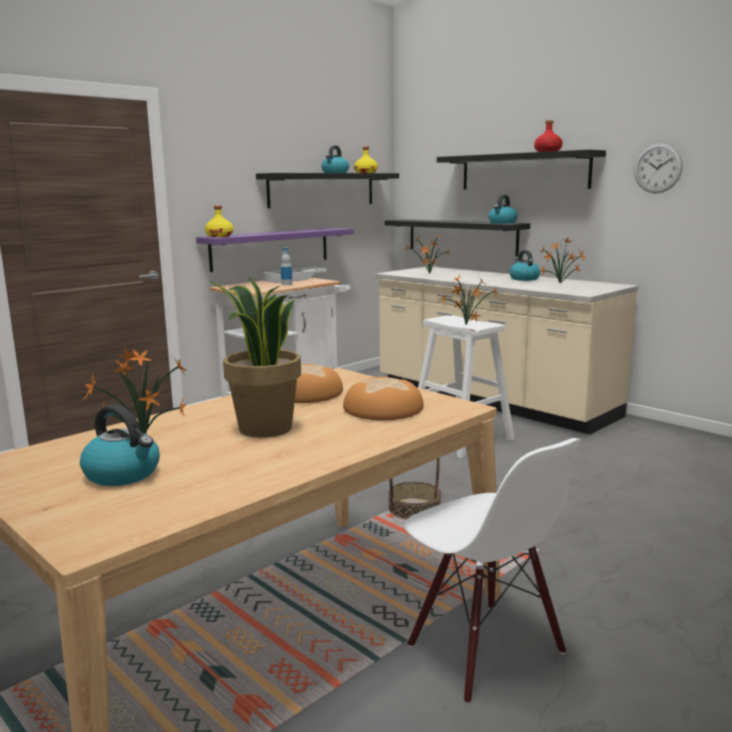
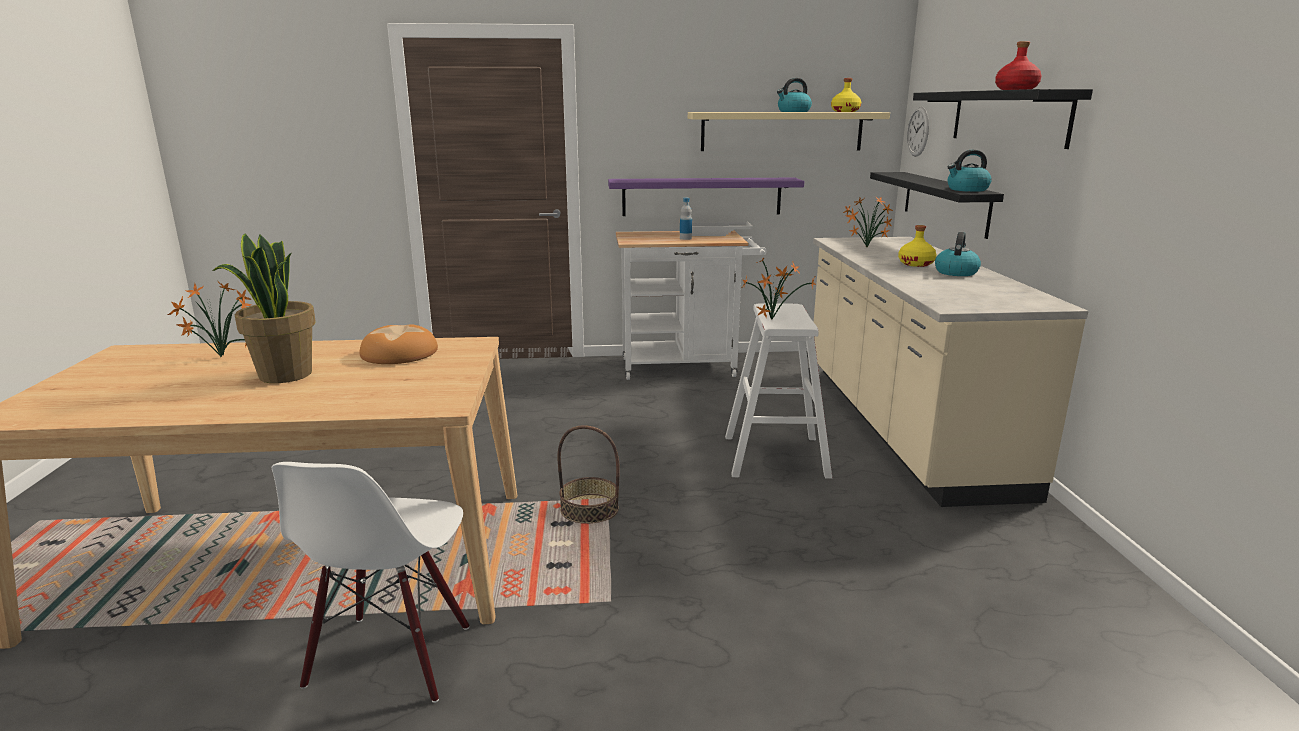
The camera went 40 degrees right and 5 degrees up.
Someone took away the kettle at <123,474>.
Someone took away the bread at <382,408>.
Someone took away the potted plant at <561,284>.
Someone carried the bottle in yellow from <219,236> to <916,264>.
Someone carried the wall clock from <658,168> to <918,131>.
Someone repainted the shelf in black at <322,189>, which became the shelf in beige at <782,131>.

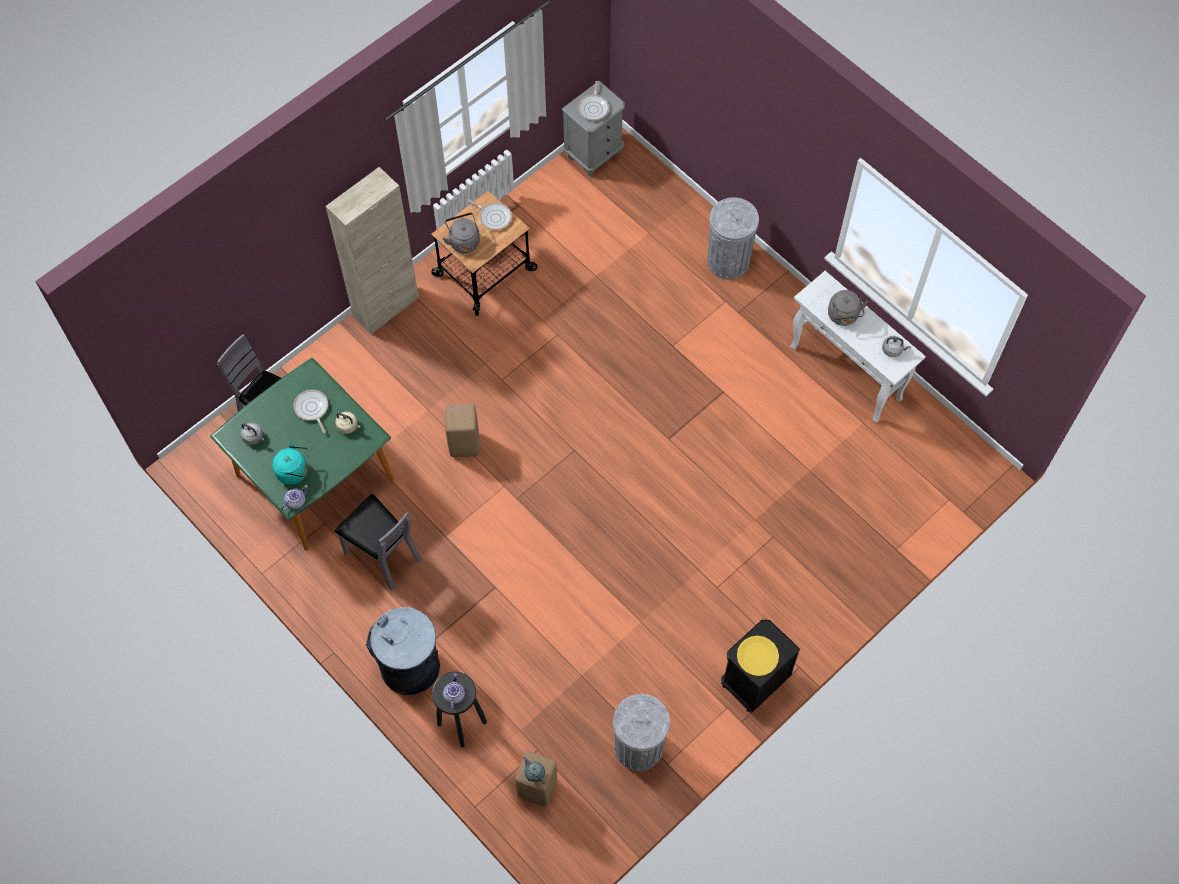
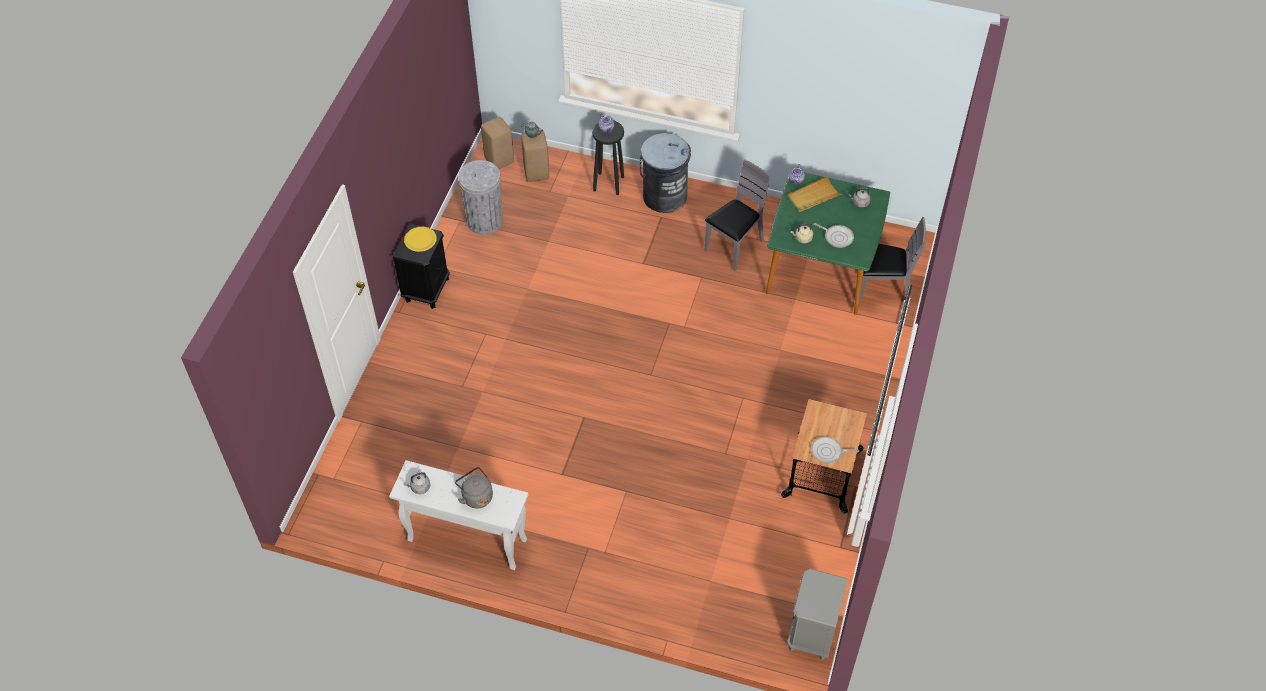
The camera went 150 degrees right and 10 degrees down.
Someone took away the cabinet in beige at <386,307>.
Someone took away the kettle in grey at <463,241>.
Someone took away the frying pan at <594,107>.
Someone took away the trash can in grey at <728,261>.
Someone carried the stool in beige from <463,444> to <500,160>.
Someone swapped the kettle in turquoise at <294,471> for the tray in beige at <813,196>.
Someone rotated the chair in grey at <383,555> by 120 degrees clockwise.

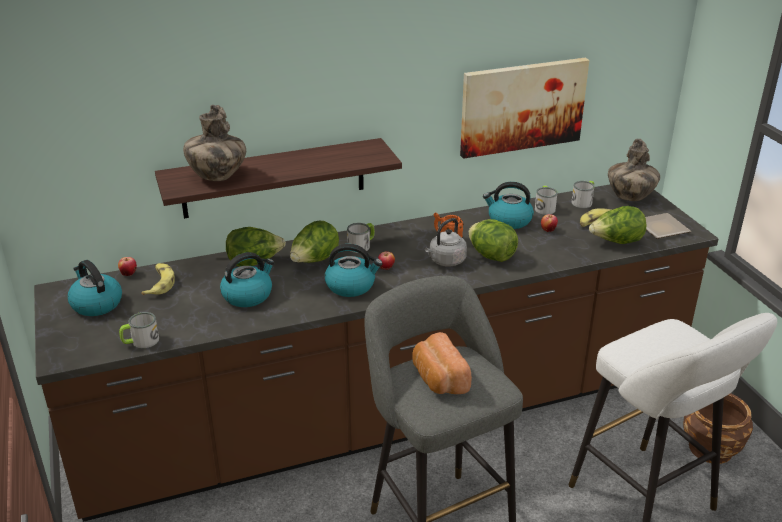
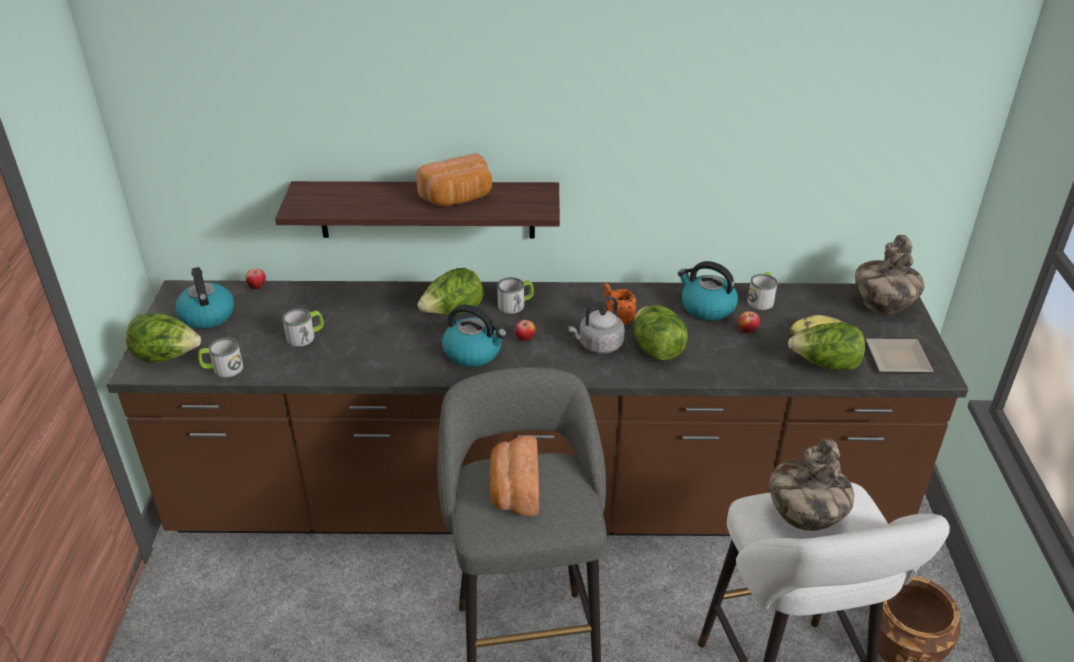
The camera went 20 degrees right and 5 degrees up.
Someone took away the banana at <159,284>.
Someone took away the kettle at <248,295>.
Someone took away the picture at <522,106>.
Someone put down the bread at <458,199>.
Someone carried the vase from <217,177> to <804,517>.
Someone carried the lettuce from <254,262> to <167,357>.
Someone carried the mug from <583,201> to <305,336>.

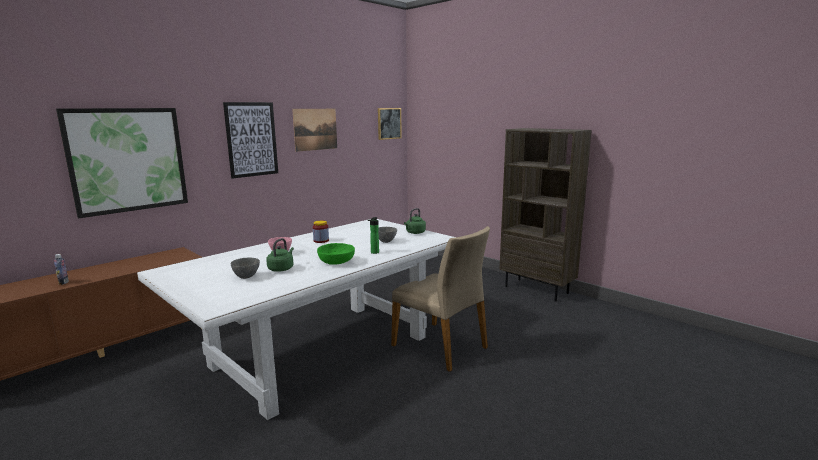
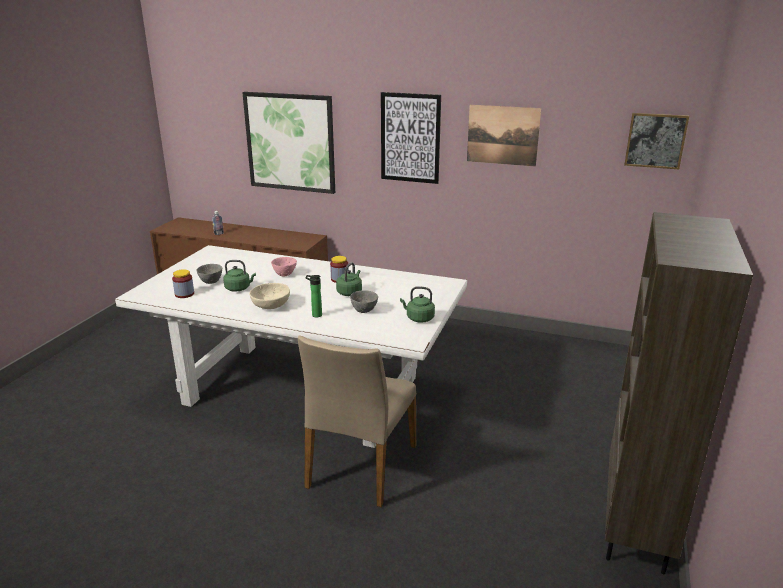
The camera went 65 degrees right and 10 degrees up.
Someone put down the jar at <184,294>.
Someone put down the kettle in green at <350,292>.
Someone repainted the bowl in green at <336,262>, which became the bowl in beige at <270,305>.

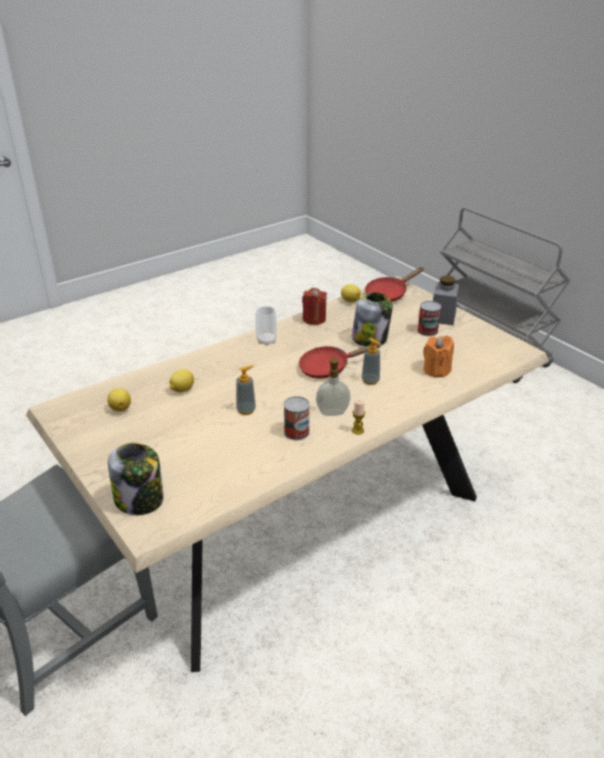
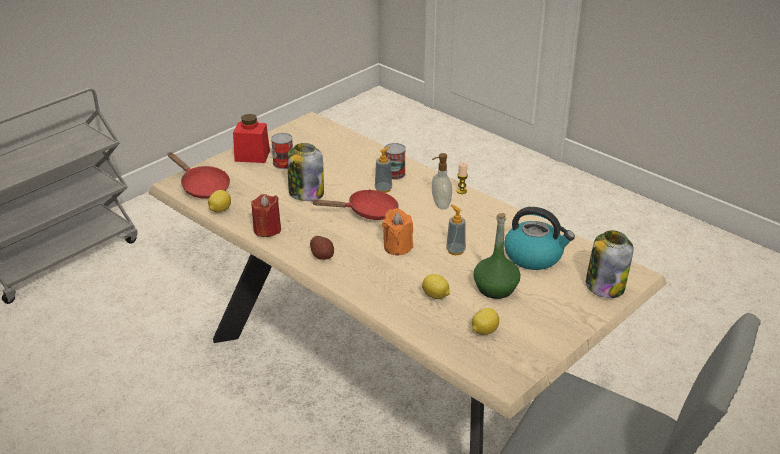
The camera went 100 degrees left and 0 degrees up.
Someone put down the bottle in green at <495,288>.
Someone put down the kettle at <534,256>.
Someone carried the can from <296,432> to <394,174>.
Someone carried the candle in orange from <436,370> to <397,247>.
Someone swapped the cup at <266,341> for the potato at <322,255>.
Someone repainted the jar in grey at <442,316>, which became the jar in red at <252,156>.
Someone rotated the frying pan in red at <329,368> by 75 degrees counterclockwise.

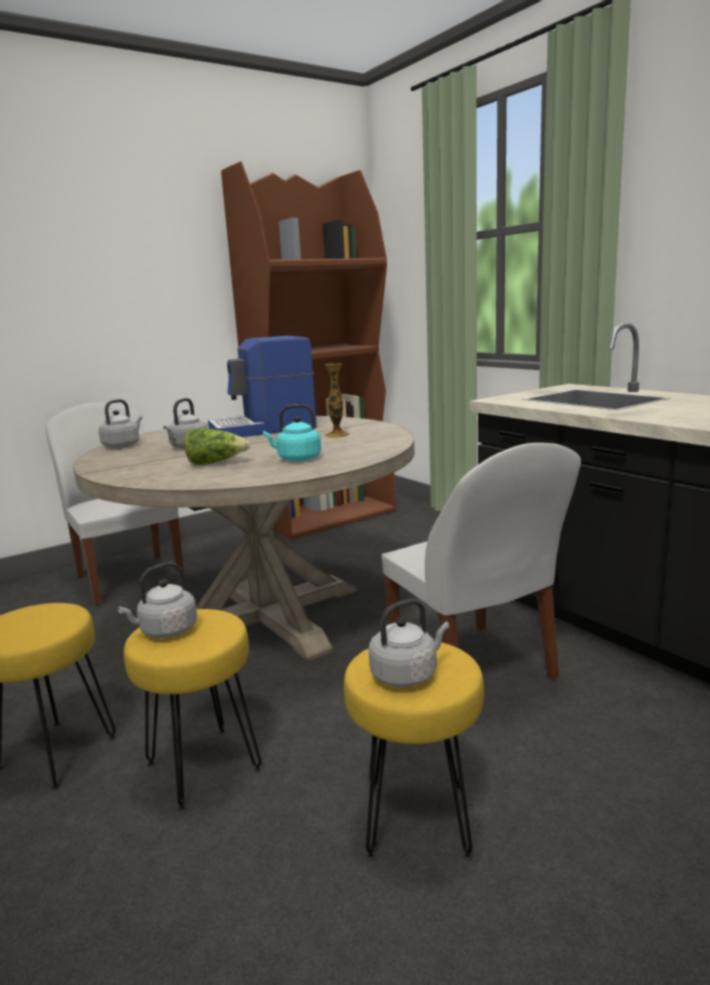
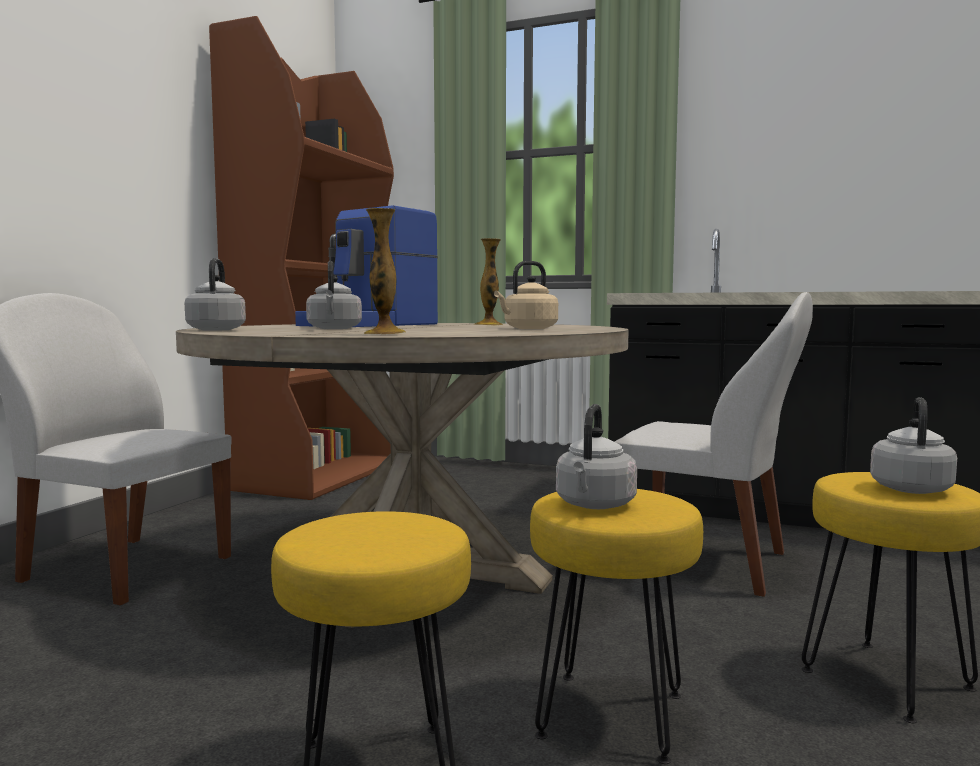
The camera went 35 degrees left and 10 degrees down.
Someone took away the lettuce at <215,463>.
Someone put down the vase at <385,333>.
Someone repainted the kettle in turquoise at <296,459>, which became the kettle in beige at <528,328>.

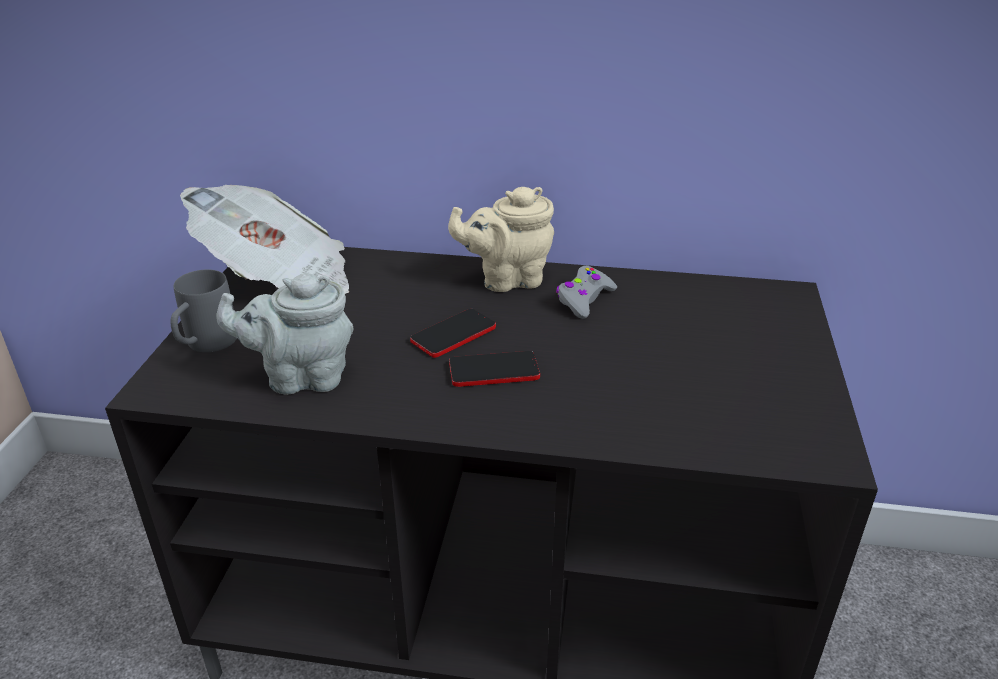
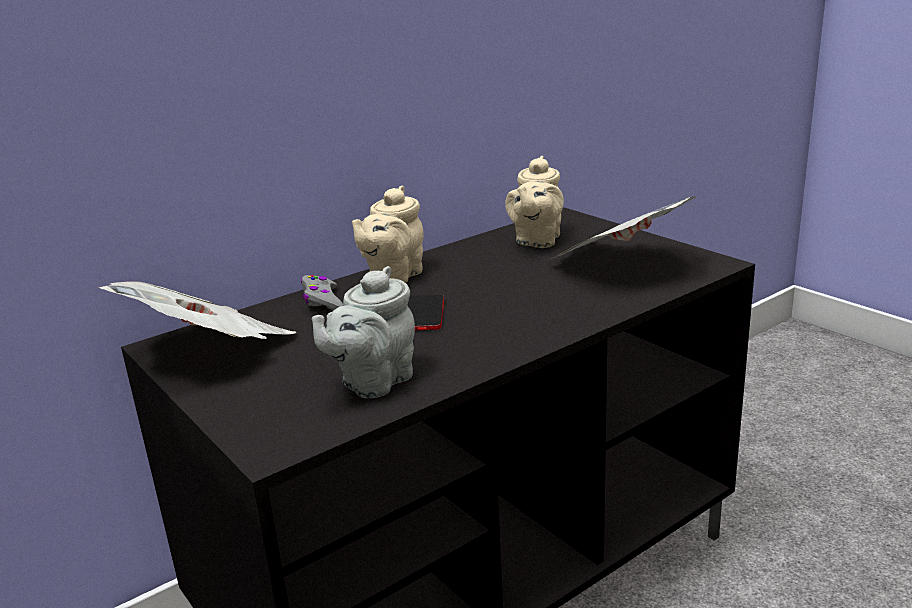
The camera went 45 degrees left and 10 degrees down.
Someone took away the mug in grey at <205,345>.
Someone took away the phone at <494,371>.
Someone put down the teapot in beige at <536,241>.
Someone put down the newspaper at <619,265>.
Someone carried the game controller in grey from <584,299> to <322,300>.

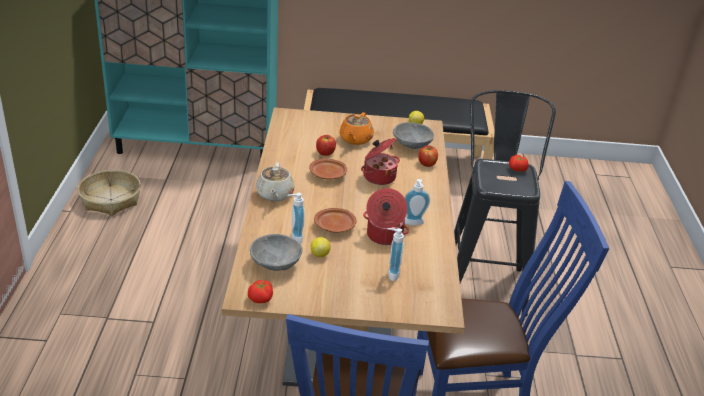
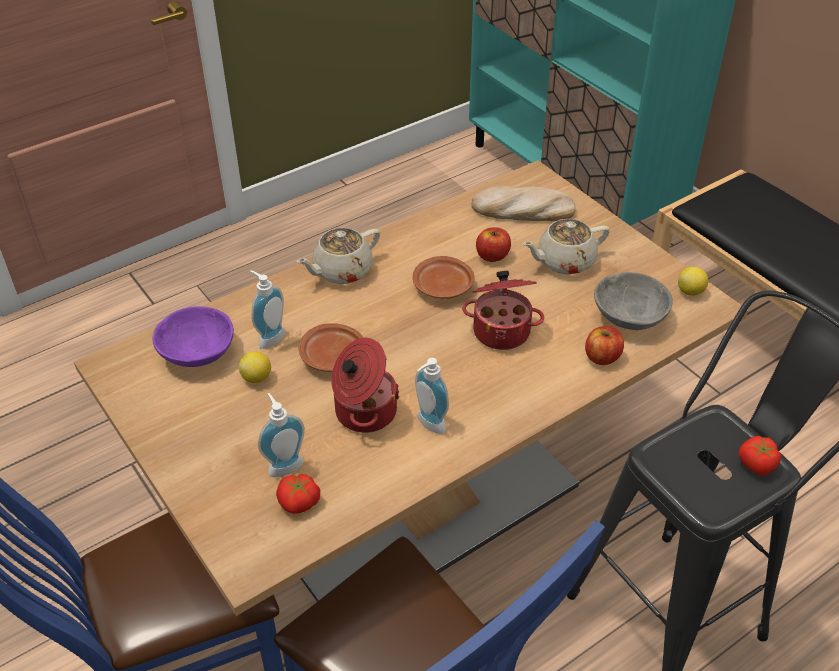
The camera went 55 degrees right and 10 degrees up.
Someone took away the basket at <110,200>.
Someone put down the bread at <522,210>.
Someone carried the tomato from <261,298> to <299,502>.
Someone repainted the bowl in grey at <275,265>, which became the bowl in purple at <196,353>.
Someone repainted the teapot in orange at <355,139>, which became the teapot in beige at <564,261>.

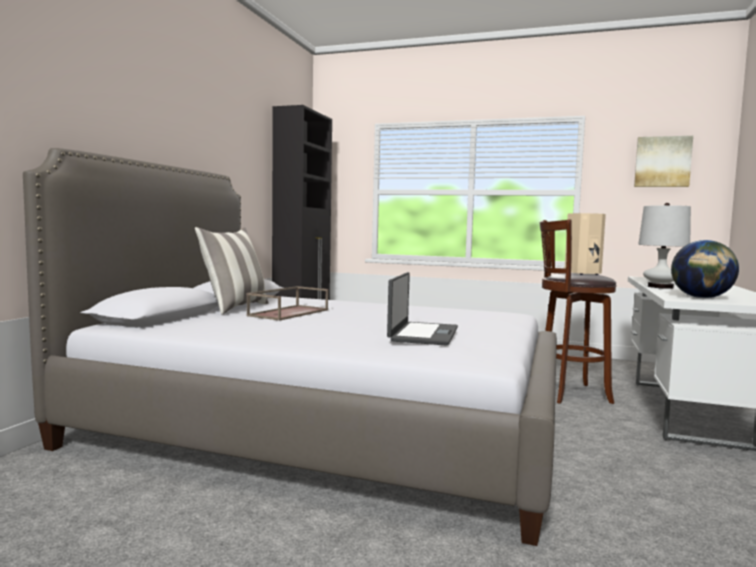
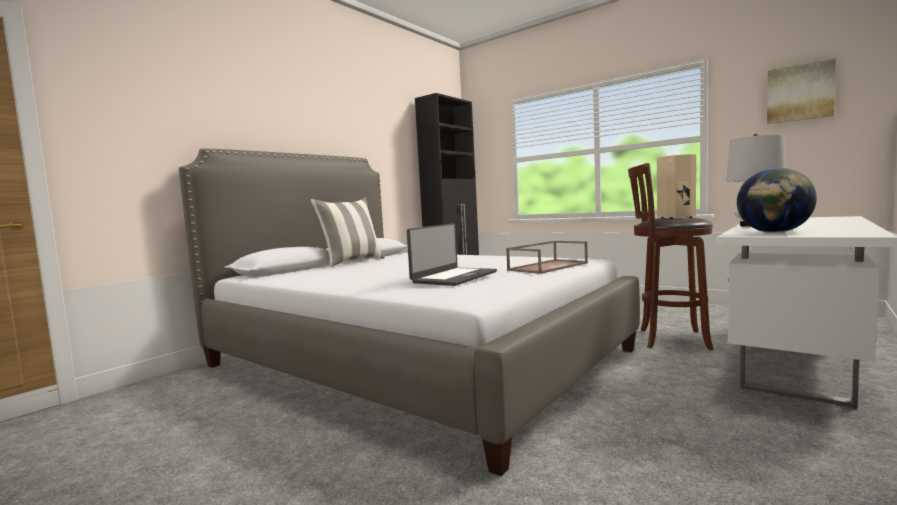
The camera went 20 degrees right and 0 degrees up.
Someone carried the tray in brown from <288,312> to <548,266>.

